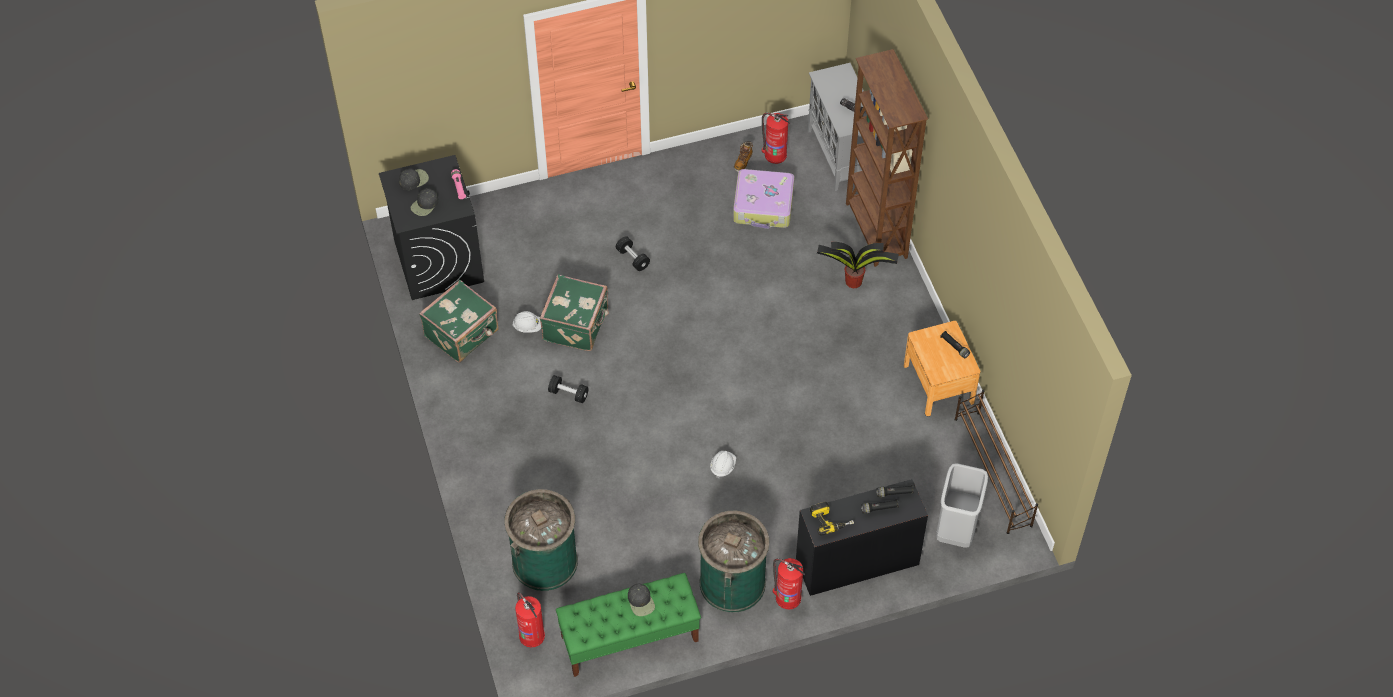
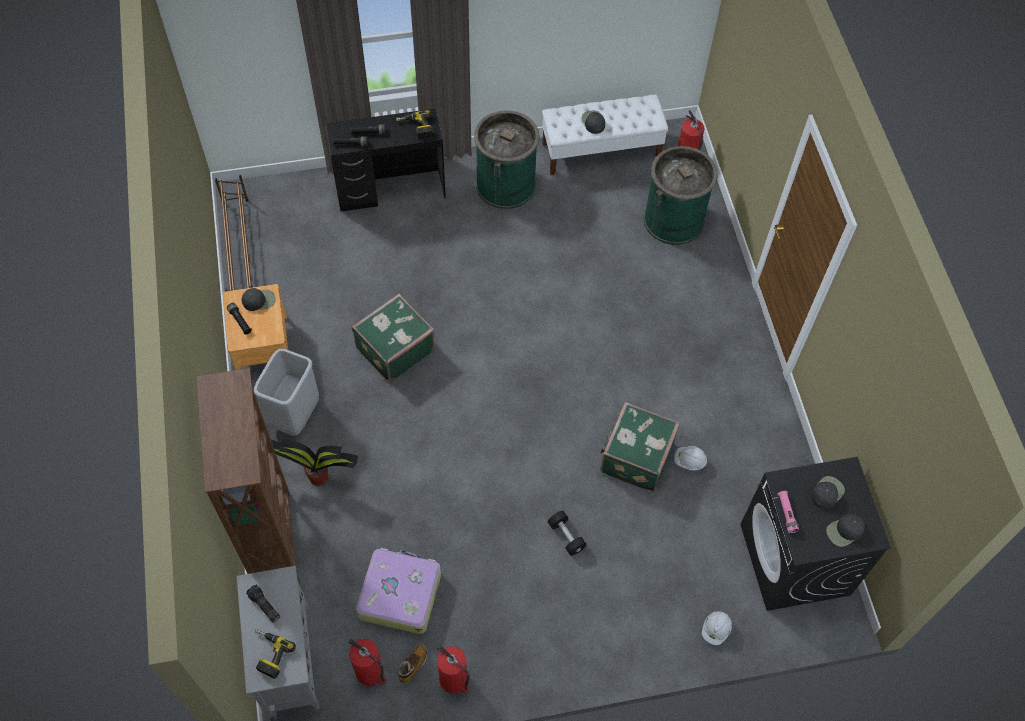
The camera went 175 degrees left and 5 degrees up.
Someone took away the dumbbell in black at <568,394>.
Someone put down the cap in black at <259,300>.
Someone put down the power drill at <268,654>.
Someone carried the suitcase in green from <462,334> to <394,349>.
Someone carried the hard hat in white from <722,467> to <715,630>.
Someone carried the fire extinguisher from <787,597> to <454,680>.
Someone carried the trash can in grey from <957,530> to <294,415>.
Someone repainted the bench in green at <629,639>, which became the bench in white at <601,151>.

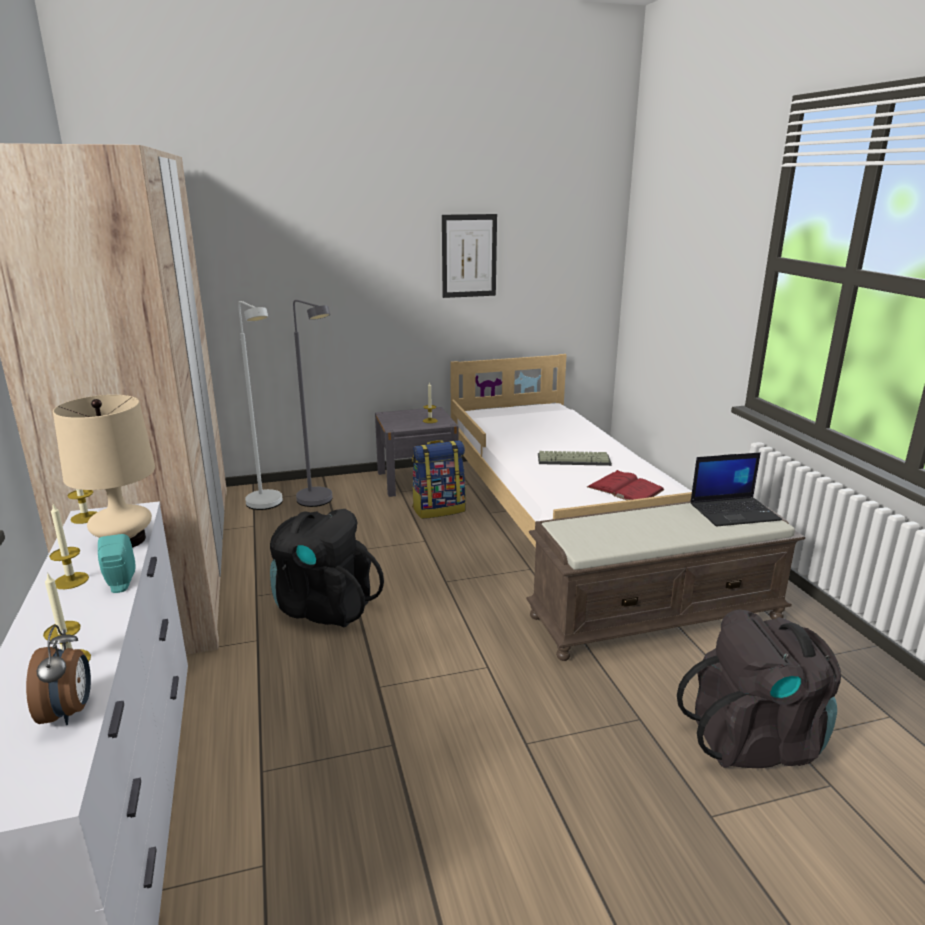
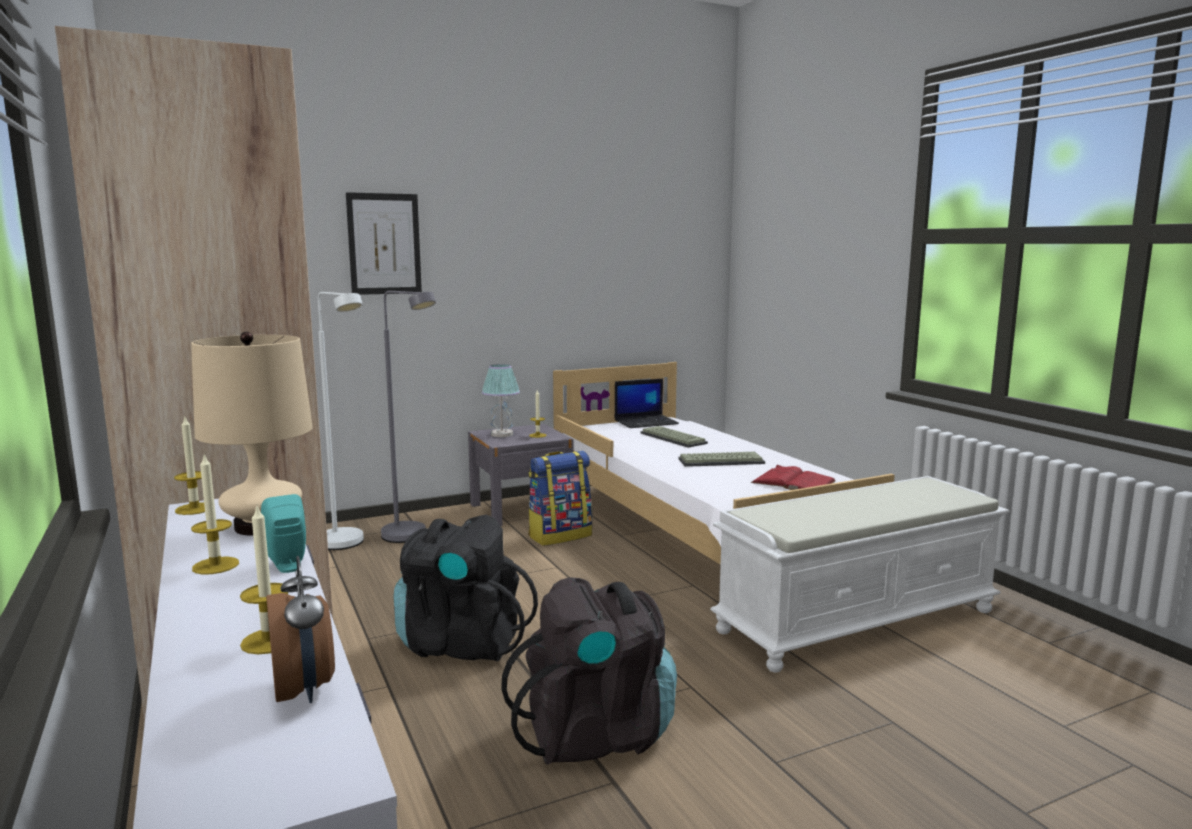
The camera went 10 degrees left and 10 degrees down.
Someone put down the table lamp at <501,434>.
Someone put down the keyboard at <671,438>.
Someone carried the picture from <469,256> to <384,244>.
Someone carried the backpack in black from <755,740> to <596,734>.
Someone carried the laptop from <734,512> to <646,422>.
Someone repainted the bench in brown at <656,616>, which became the bench in white at <857,619>.

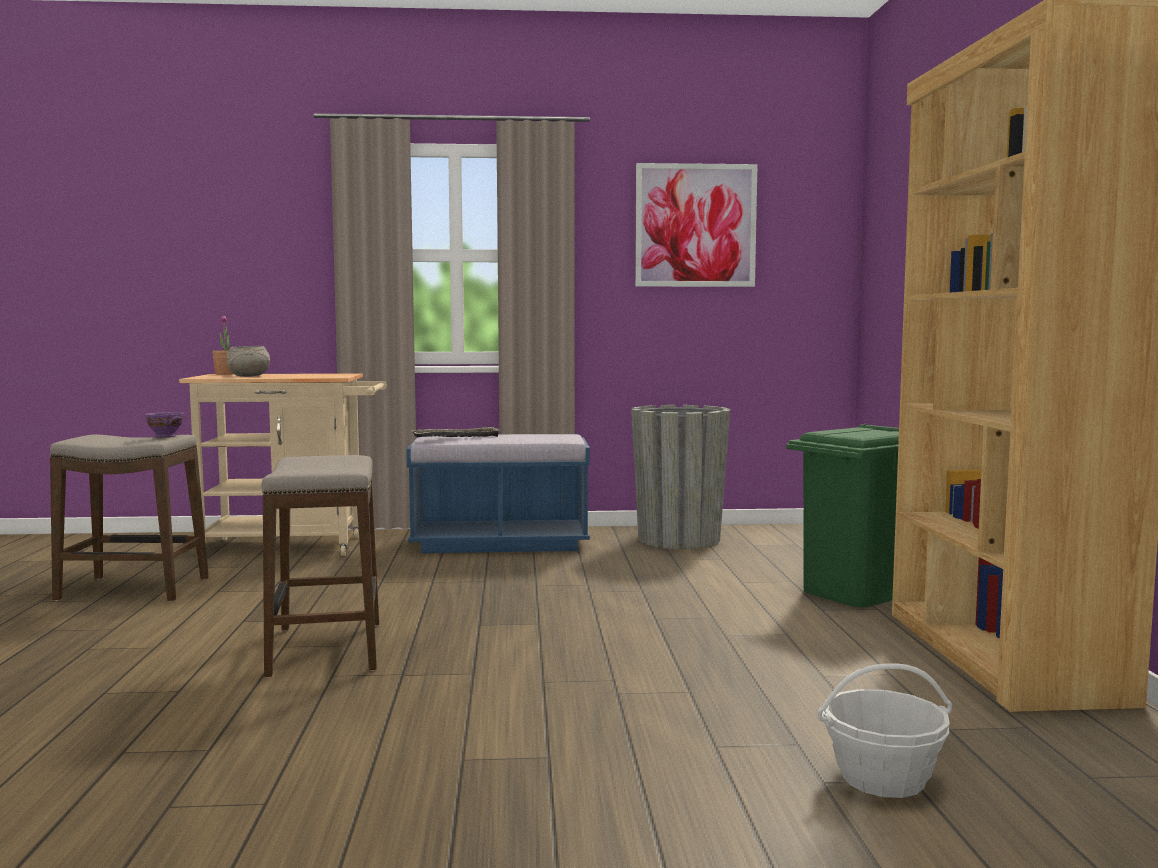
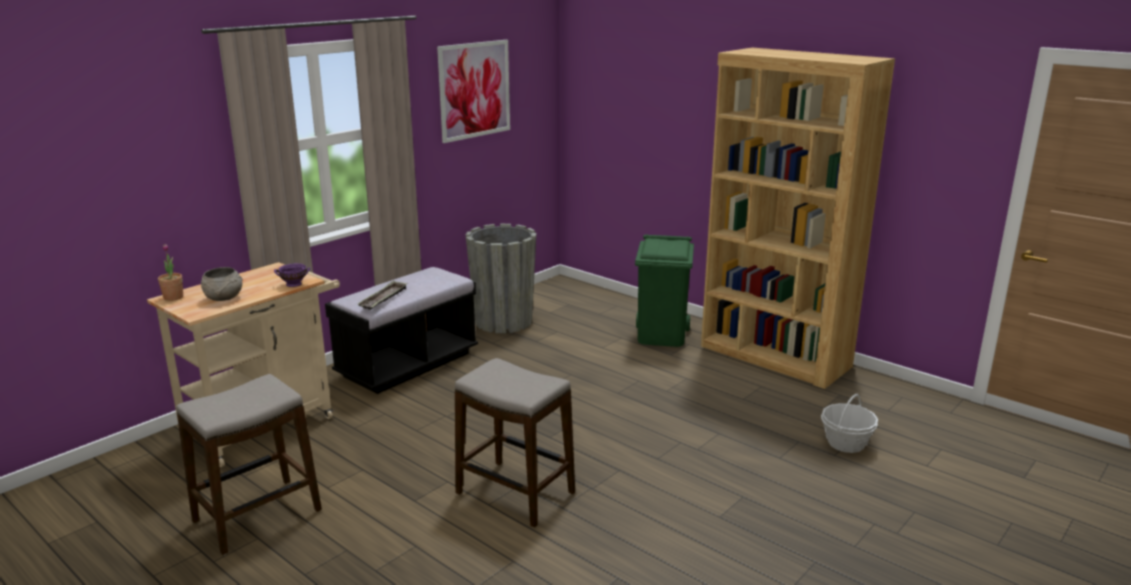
The camera went 45 degrees left and 15 degrees up.
Someone carried the bowl in purple from <165,436> to <293,284>.
Someone repainted the bench in blue at <500,543>, which became the bench in black at <407,364>.

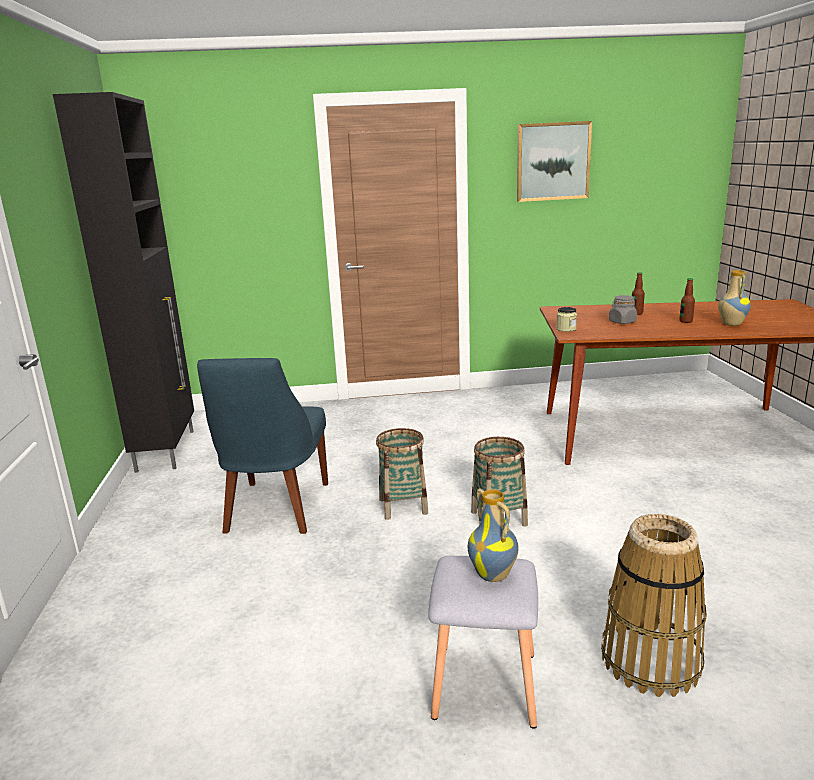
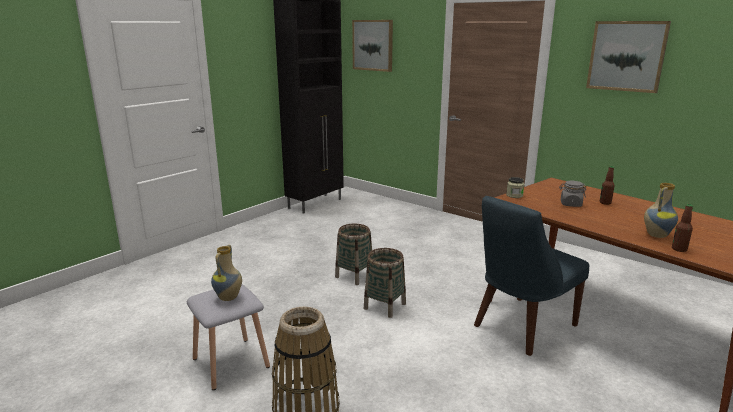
The camera went 45 degrees right and 0 degrees up.
Someone put up the picture at <373,45>.
Someone carried the chair in blue from <275,510> to <521,326>.
Someone carried the bottle from <685,321> to <679,249>.

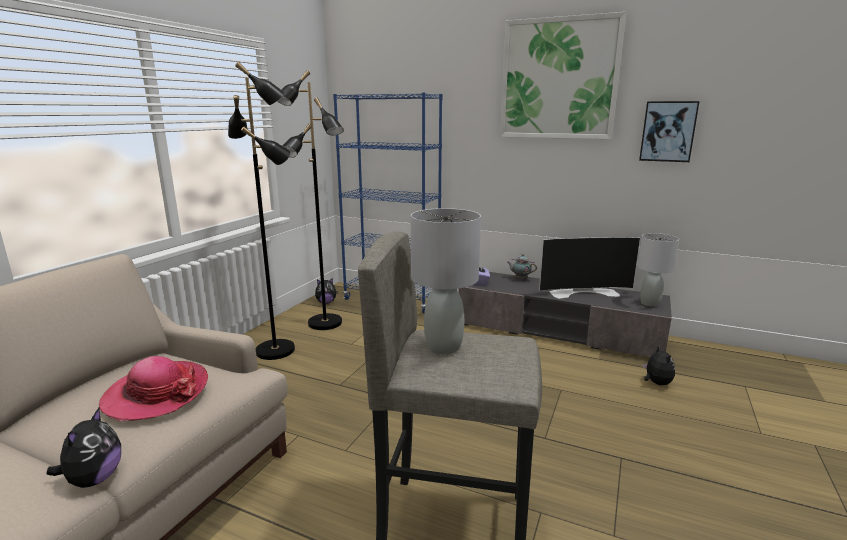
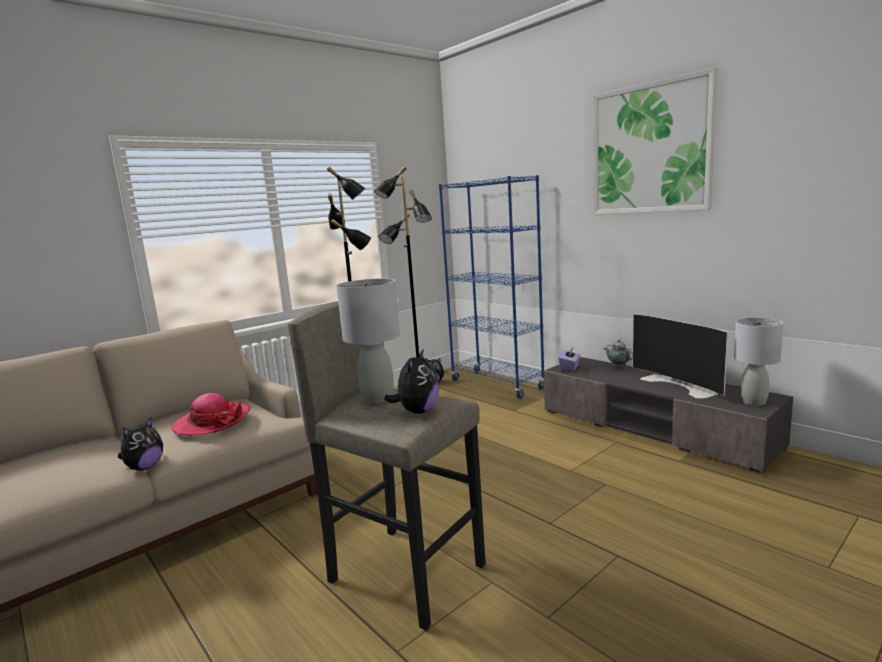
The camera went 25 degrees right and 5 degrees down.
Someone took away the picture at <668,131>.
Someone carried the plush toy from <656,383> to <417,411>.
Someone rotated the television at <583,292> by 45 degrees clockwise.

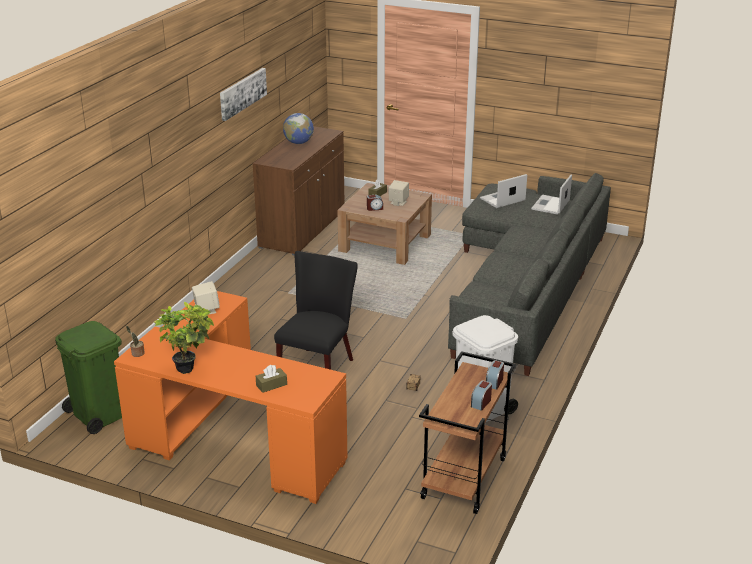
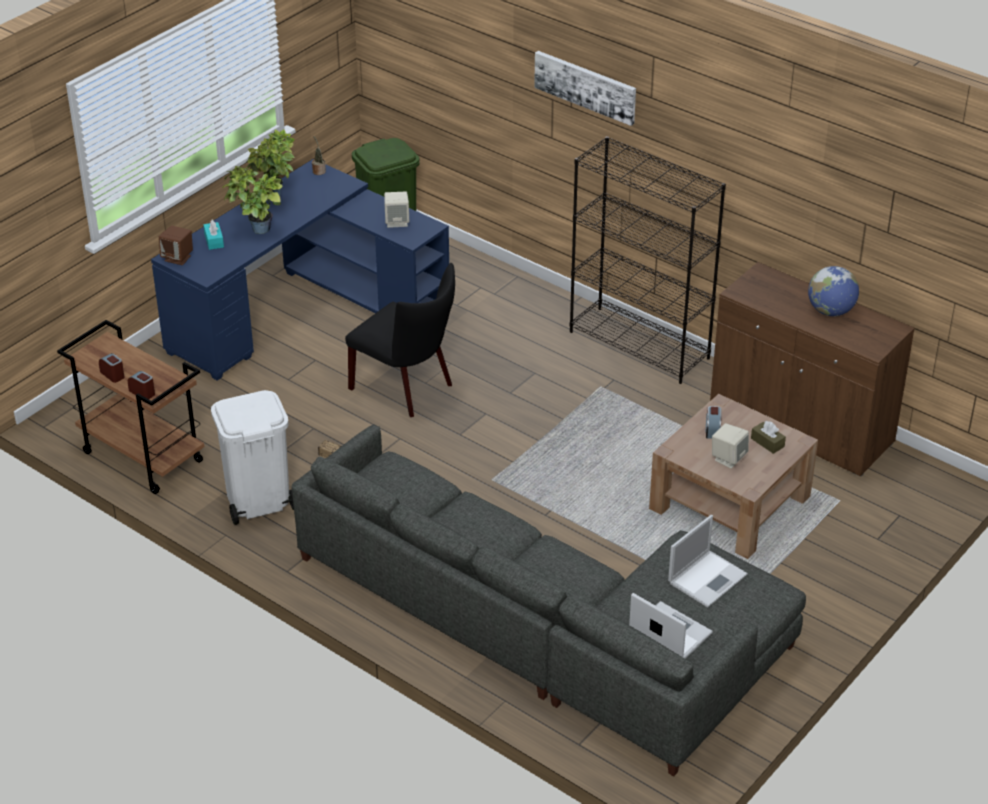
The camera went 105 degrees right and 10 degrees up.
Someone put down the speaker in brown at <178,258>.
Someone put down the potted plant at <256,231>.
Someone put down the bookcase in black at <640,345>.
Someone carried the picture from <242,93> to <585,86>.
Someone repainted the desk in orange at <228,437>, which became the desk in blue at <304,311>.
Someone repainted the tissue box in brown at <271,385>, which became the tissue box in turquoise at <214,241>.
Someone rotated the laptop at <502,200> by 60 degrees clockwise.

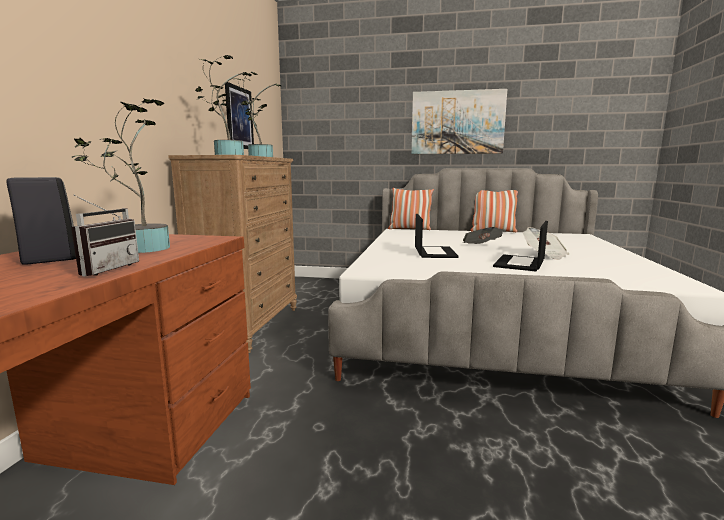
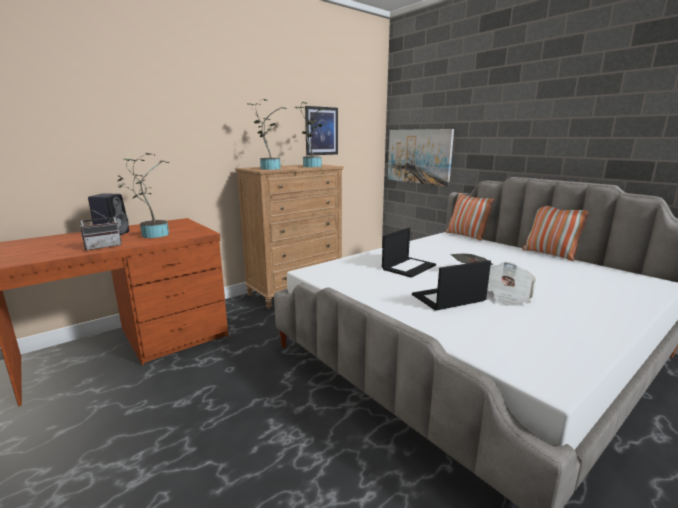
The camera went 40 degrees right and 5 degrees up.
Someone carried the picture from <457,122> to <418,156>.

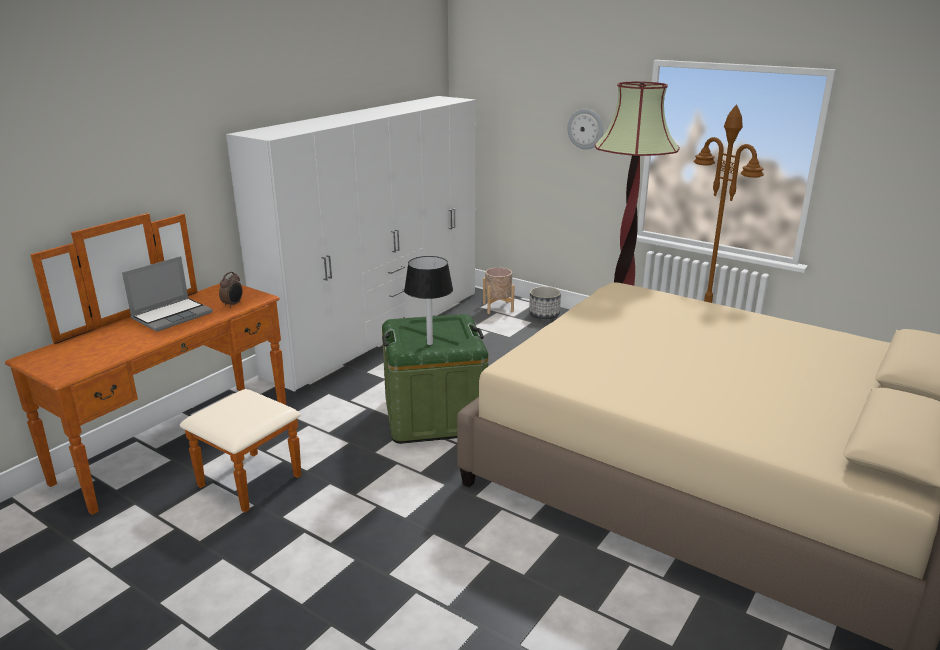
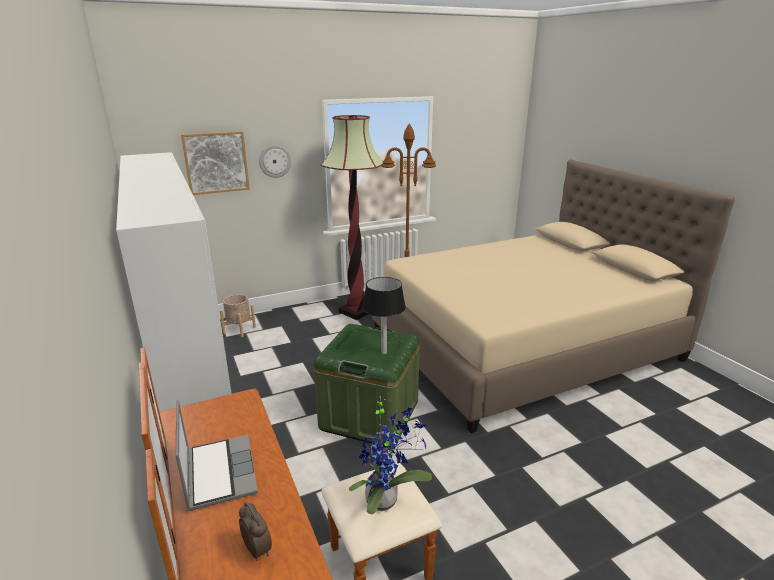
The camera went 60 degrees left and 0 degrees up.
Someone took away the planter at <544,315>.
Someone put up the picture at <216,162>.
Someone put down the potted plant at <386,499>.
Someone carried the alarm clock from <233,305> to <258,549>.

